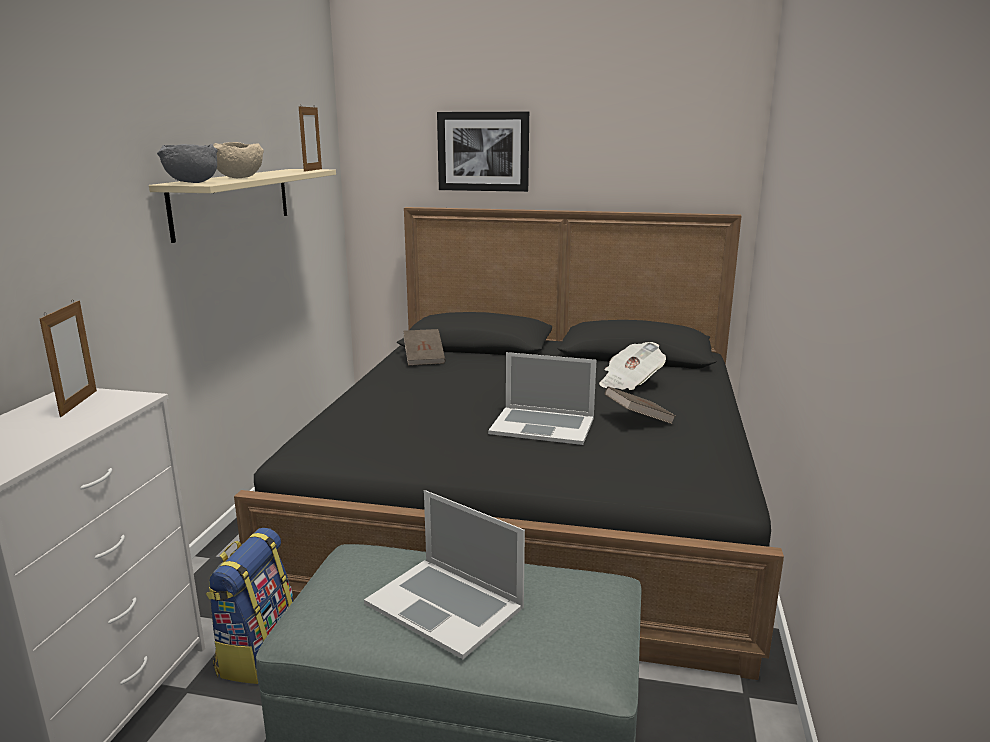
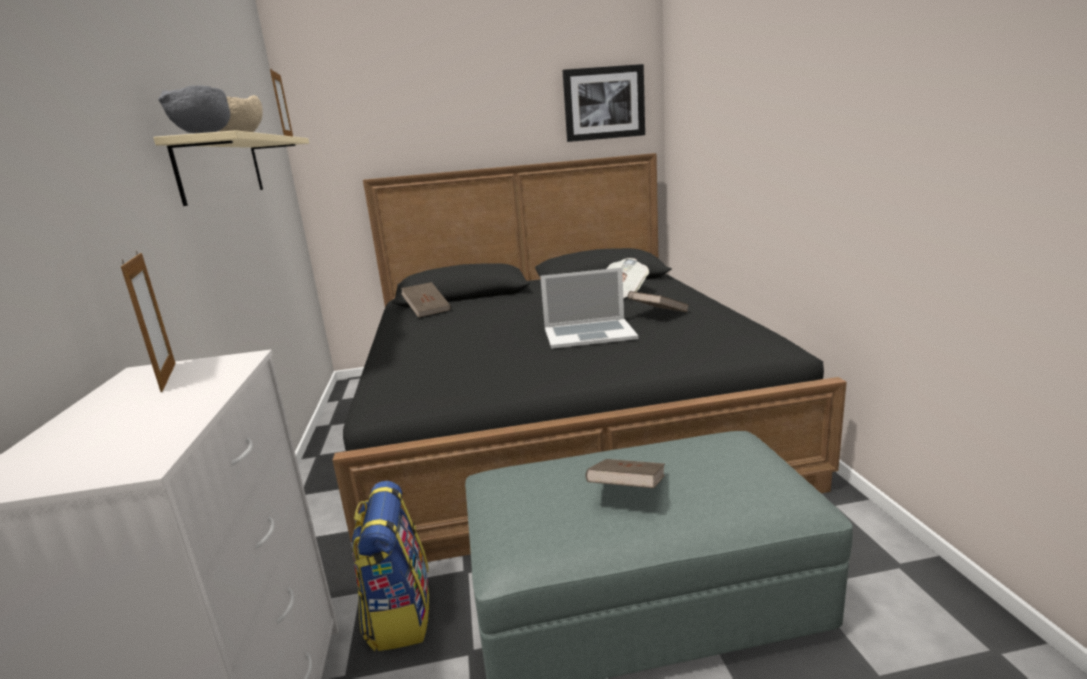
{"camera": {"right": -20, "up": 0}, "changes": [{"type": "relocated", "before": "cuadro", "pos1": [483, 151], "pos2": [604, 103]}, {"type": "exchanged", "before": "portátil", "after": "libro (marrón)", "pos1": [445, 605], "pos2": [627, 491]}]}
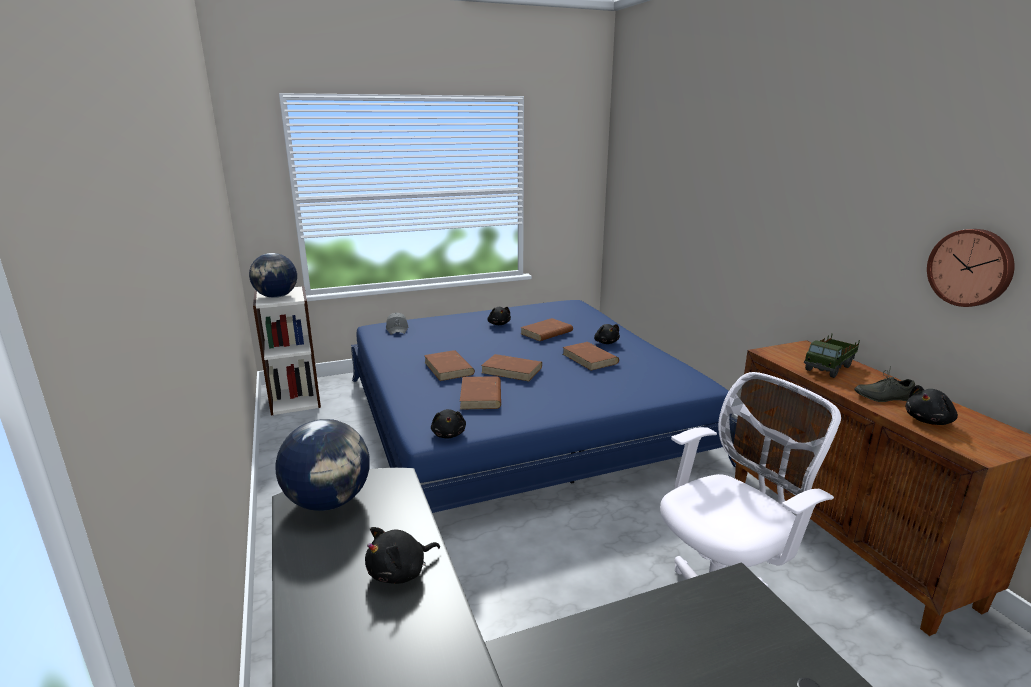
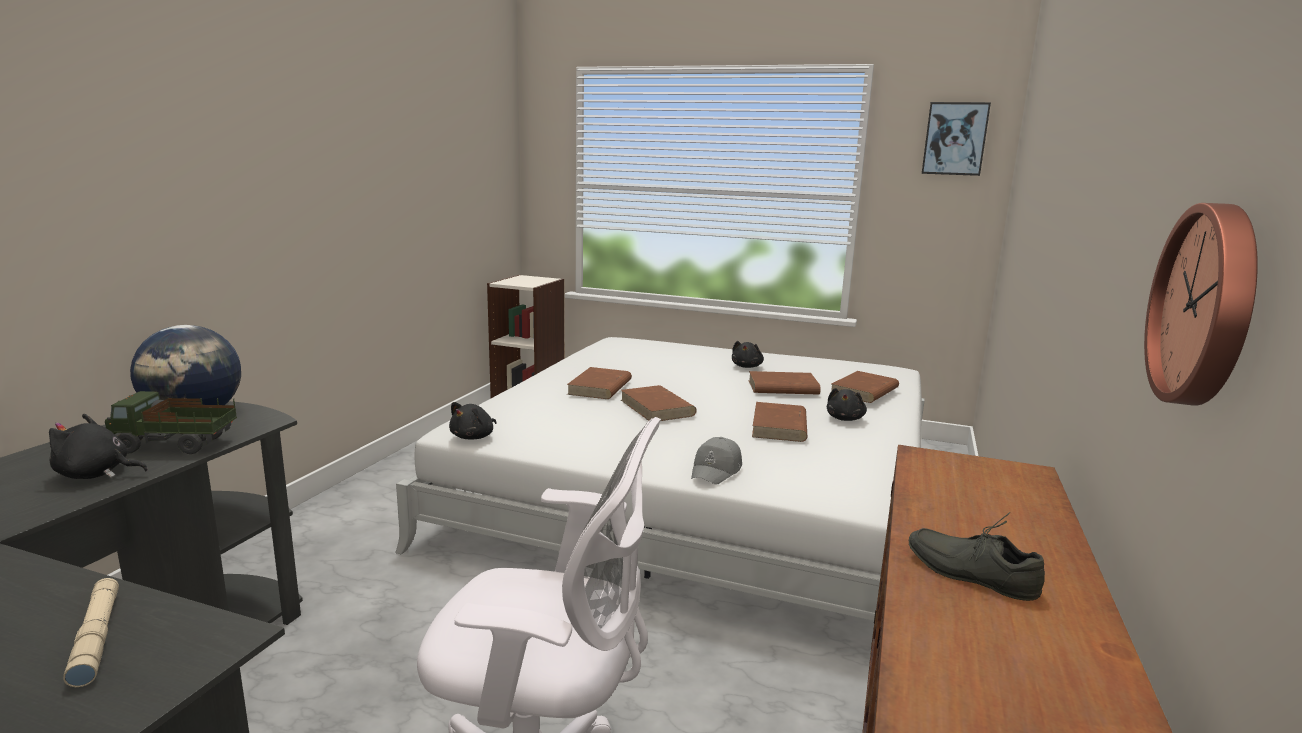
{"camera": {"right": 40, "up": -5}, "changes": [{"type": "missing", "before": "globo terráqueo", "pos1": [277, 297]}, {"type": "missing", "before": "peluche (negro)", "pos1": [929, 421]}, {"type": "appeared", "after": "linterna (beis)", "pos2": [96, 638]}, {"type": "appeared", "after": "cuadro", "pos2": [955, 139]}, {"type": "relocated", "before": "gorra (gris)", "pos1": [397, 329], "pos2": [717, 470]}, {"type": "relocated", "before": "libro (marrón)", "pos1": [481, 396], "pos2": [864, 391]}, {"type": "relocated", "before": "camión de juguete", "pos1": [829, 368], "pos2": [175, 446]}, {"type": "colour", "before": "cama (azul)", "after": "cama (blanco)", "pos1": [518, 418], "pos2": [703, 491]}]}
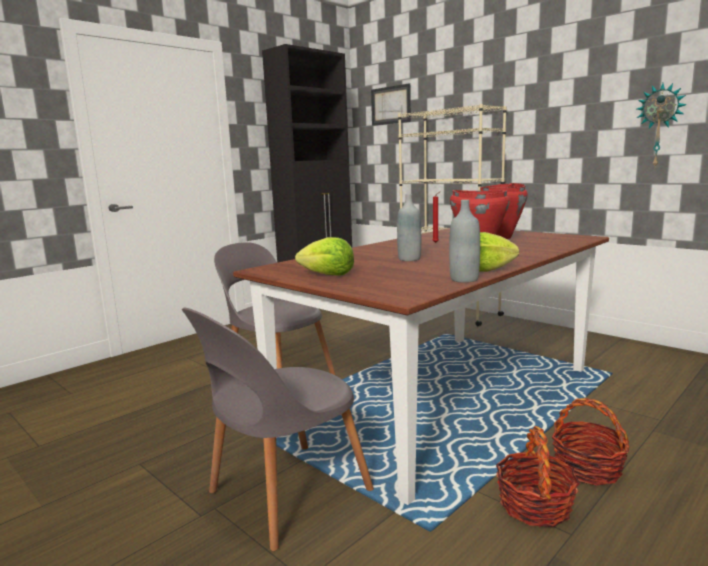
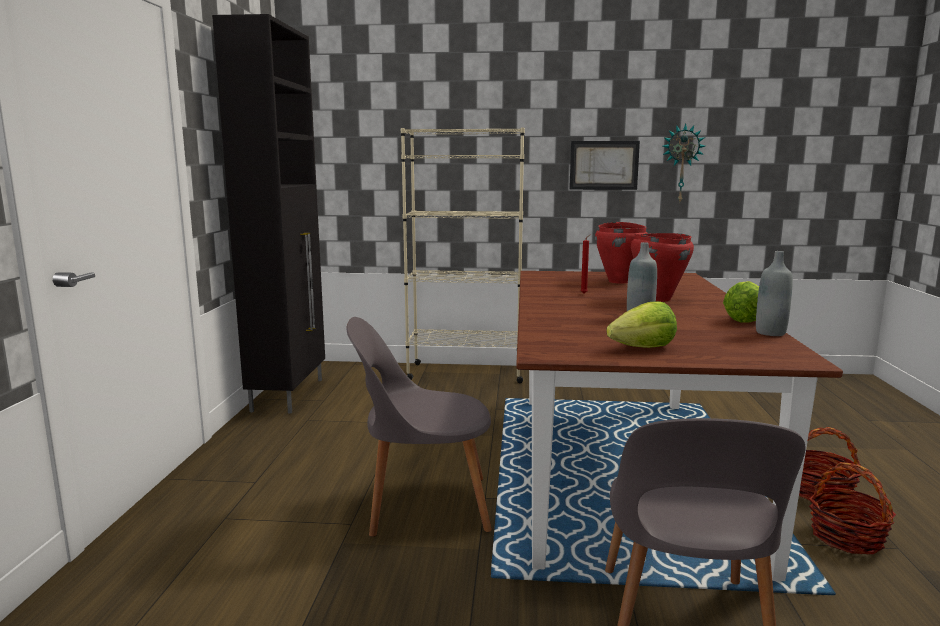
{"camera": {"right": -40, "up": 0}, "changes": [{"type": "relocated", "before": "cuadro", "pos1": [391, 105], "pos2": [603, 165]}]}
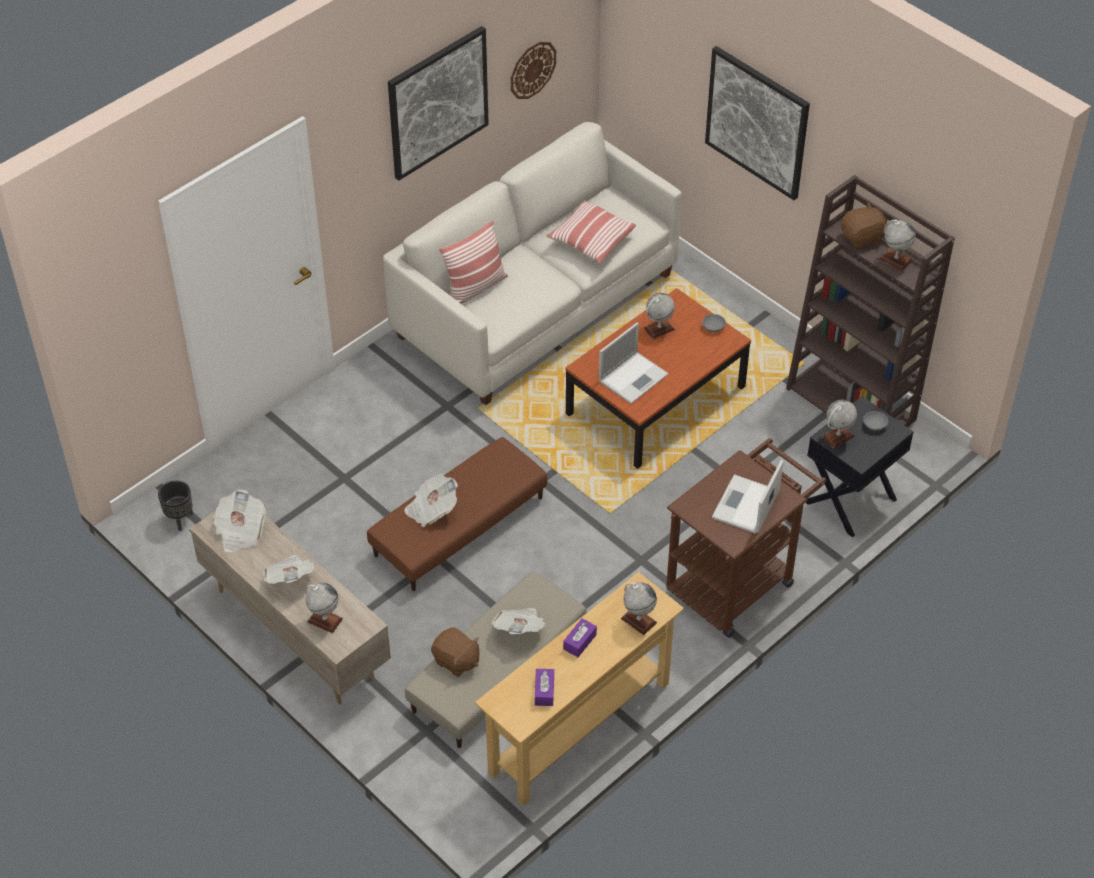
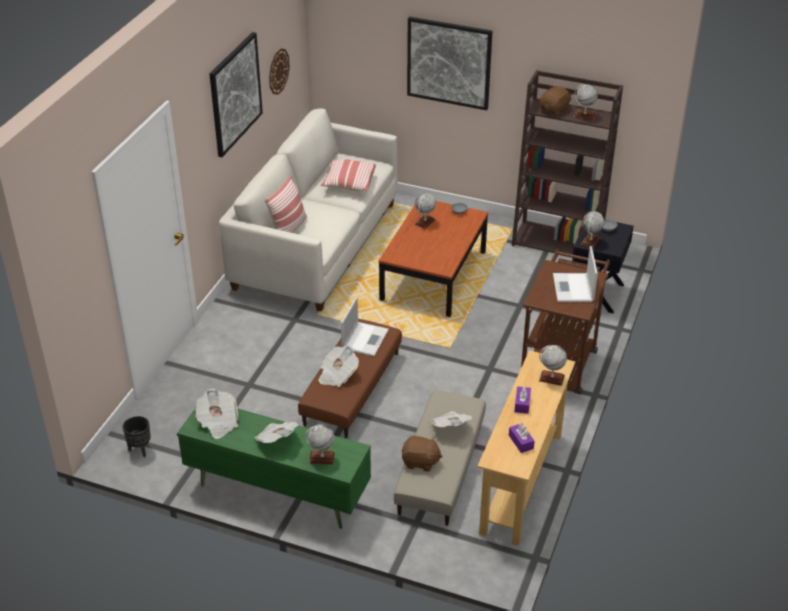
{"camera": {"right": -25, "up": -10}, "changes": [{"type": "relocated", "before": "portátil", "pos1": [634, 377], "pos2": [365, 338]}, {"type": "colour", "before": "mueble de televisión (beis)", "after": "mueble de televisión (verde)", "pos1": [296, 633], "pos2": [278, 494]}]}
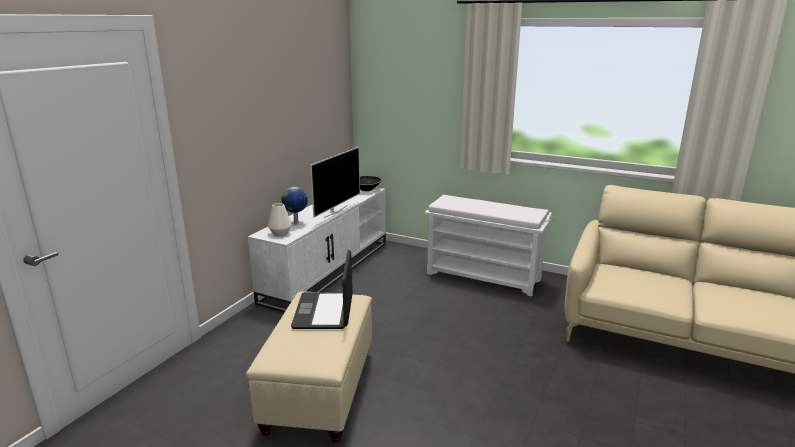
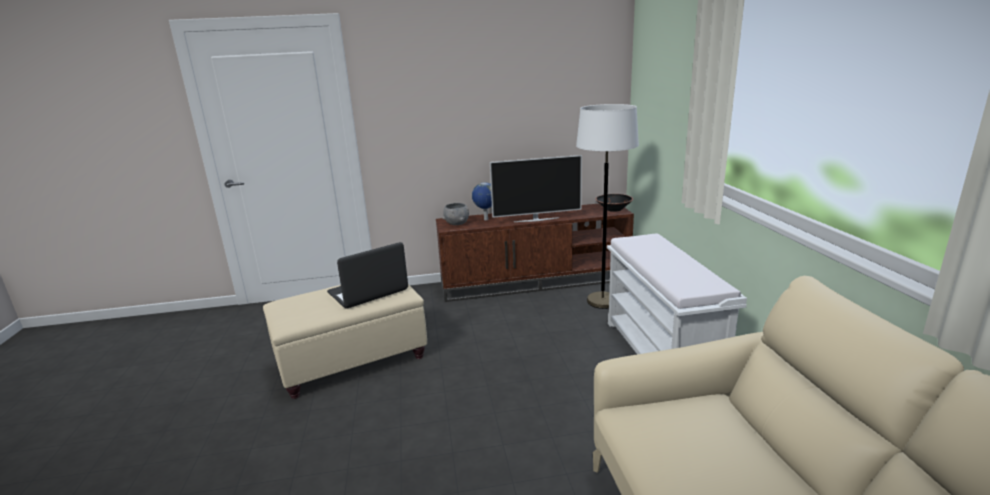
{"camera": {"right": 55, "up": 0}, "changes": [{"type": "appeared", "after": "lámpara de pie (blanco)", "pos2": [602, 301]}, {"type": "exchanged", "before": "florero (blanco)", "after": "cuenco (gris)", "pos1": [280, 233], "pos2": [456, 223]}, {"type": "colour", "before": "mueble de televisión (blanco)", "after": "mueble de televisión (marrón)", "pos1": [327, 270], "pos2": [535, 281]}]}
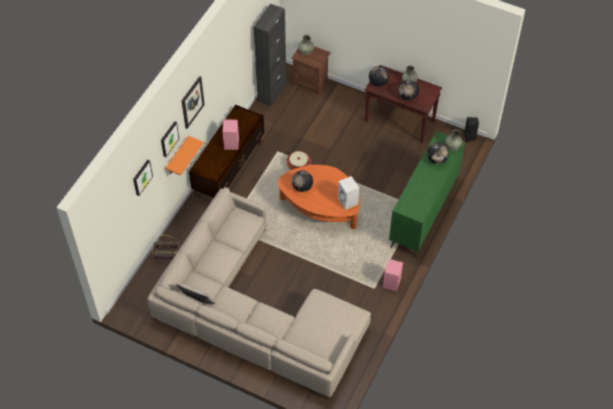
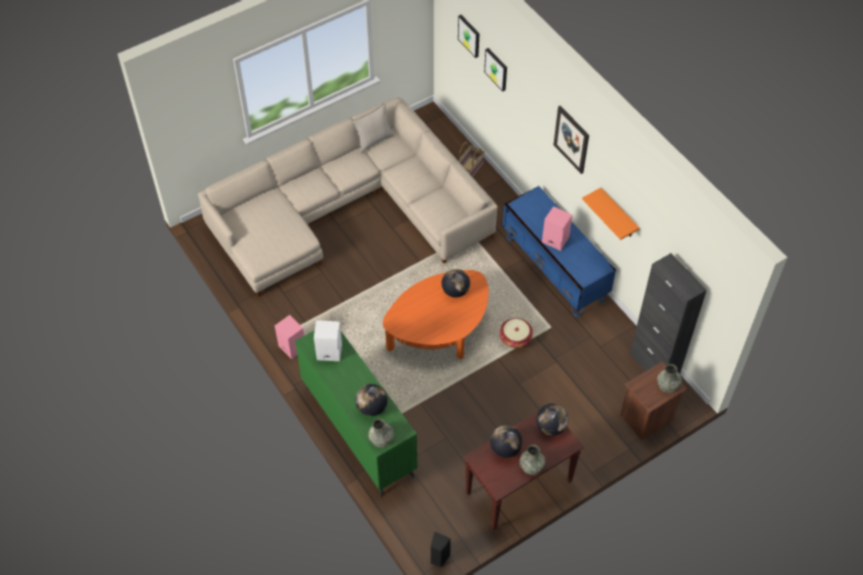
{"camera": {"right": 120, "up": 0}, "changes": [{"type": "relocated", "before": "cuadro", "pos1": [169, 138], "pos2": [469, 35]}, {"type": "relocated", "before": "estante (naranja)", "pos1": [177, 156], "pos2": [618, 214]}, {"type": "relocated", "before": "altavoz (blanco)", "pos1": [348, 201], "pos2": [328, 352]}, {"type": "colour", "before": "mueble de televisión (marrón)", "after": "mueble de televisión (azul)", "pos1": [229, 168], "pos2": [554, 269]}]}
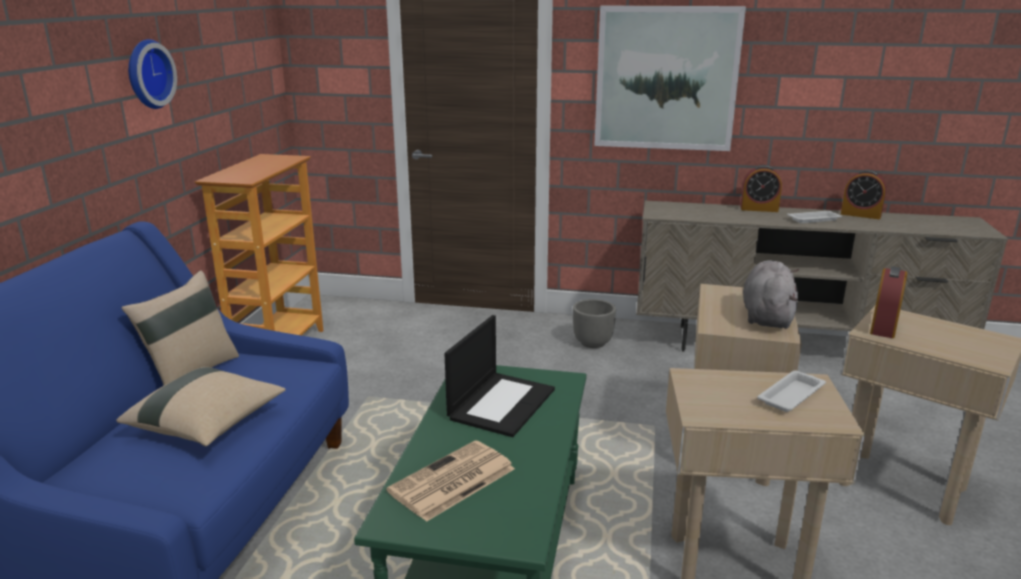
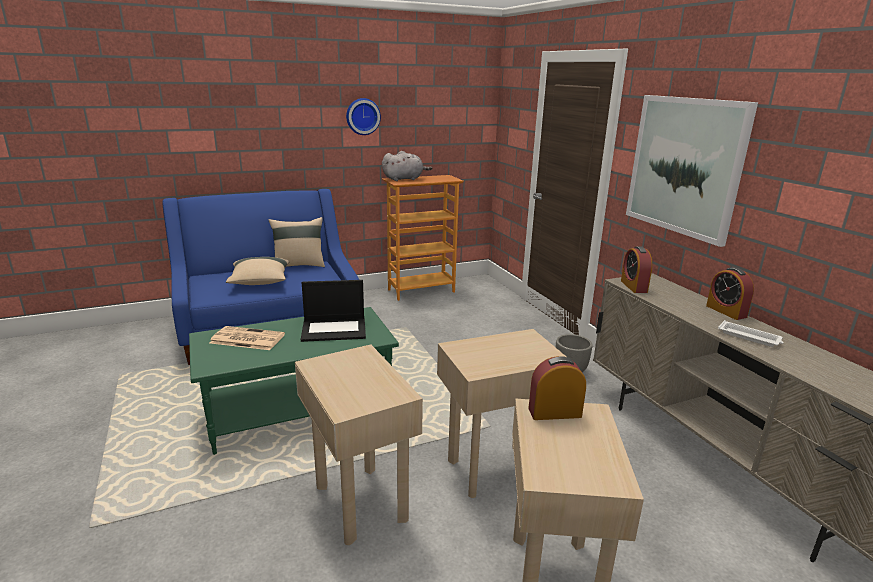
{"camera": {"right": 55, "up": 0}, "changes": [{"type": "missing", "before": "bandeja (blanco)", "pos1": [792, 395]}, {"type": "relocated", "before": "peluche (gris)", "pos1": [767, 316], "pos2": [404, 179]}, {"type": "relocated", "before": "despertador", "pos1": [860, 215], "pos2": [634, 286]}]}
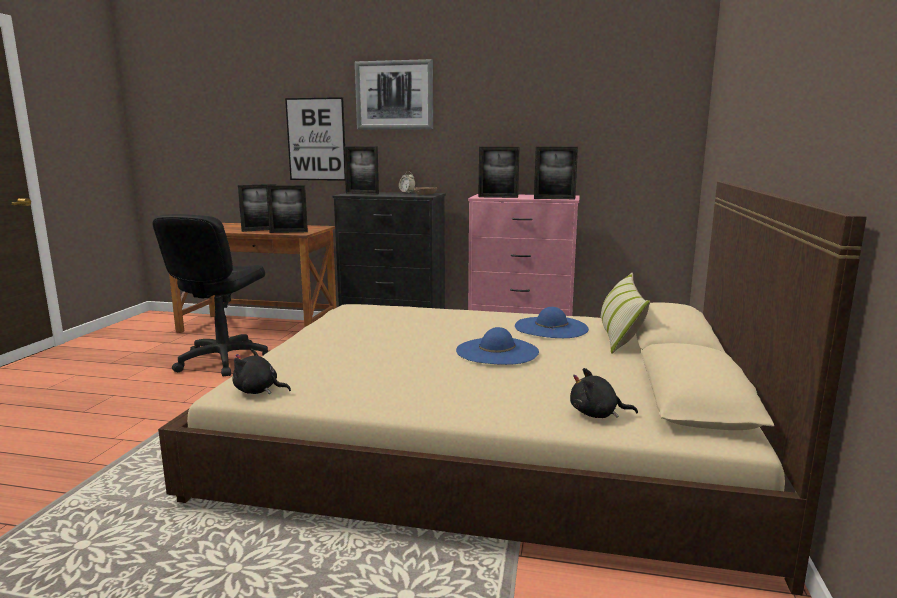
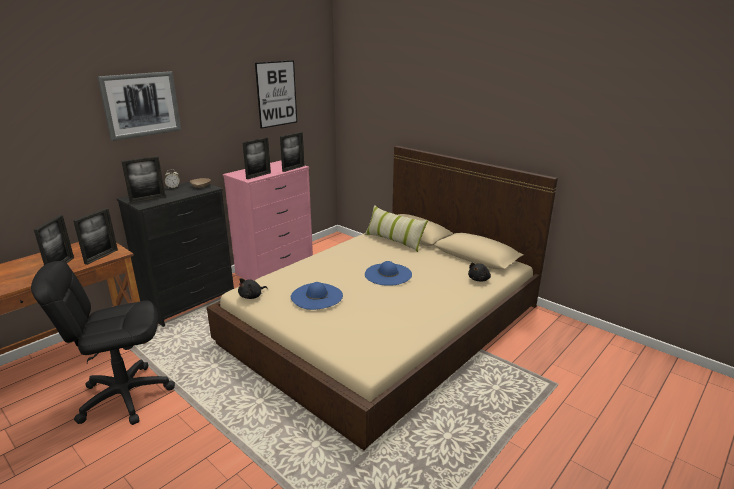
{"camera": {"right": -60, "up": 10}, "changes": [{"type": "relocated", "before": "peluche (negro)", "pos1": [258, 391], "pos2": [252, 296]}, {"type": "relocated", "before": "cuadro", "pos1": [316, 139], "pos2": [276, 94]}, {"type": "relocated", "before": "sombrero (azul)", "pos1": [551, 327], "pos2": [316, 296]}, {"type": "spun", "before": "silla de oficina (negro)", "pos1": [223, 360], "pos2": [125, 396], "turn": 120}]}
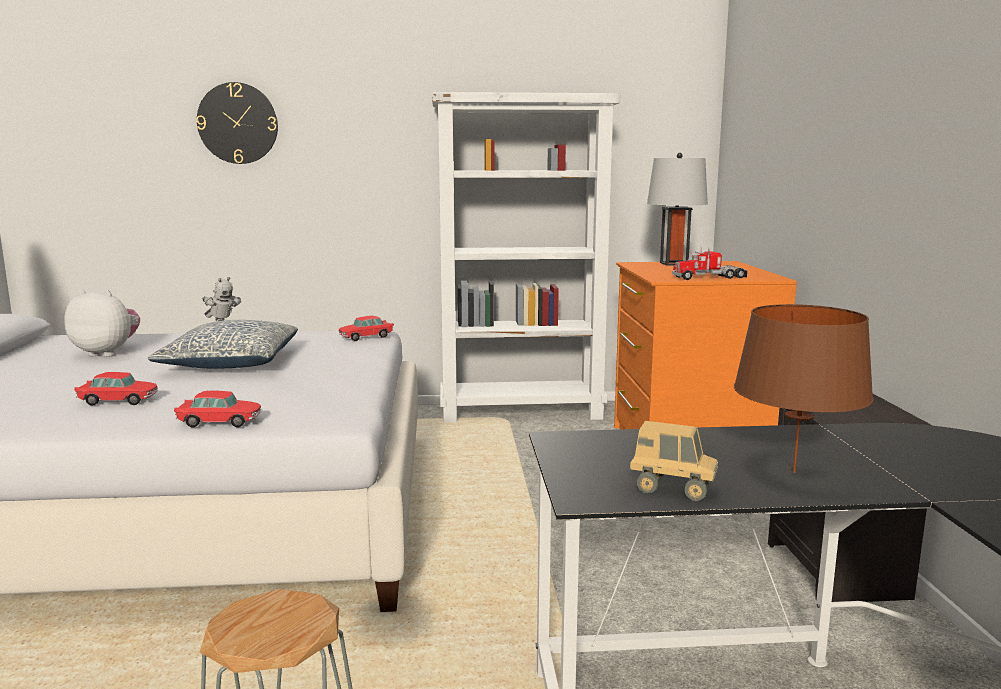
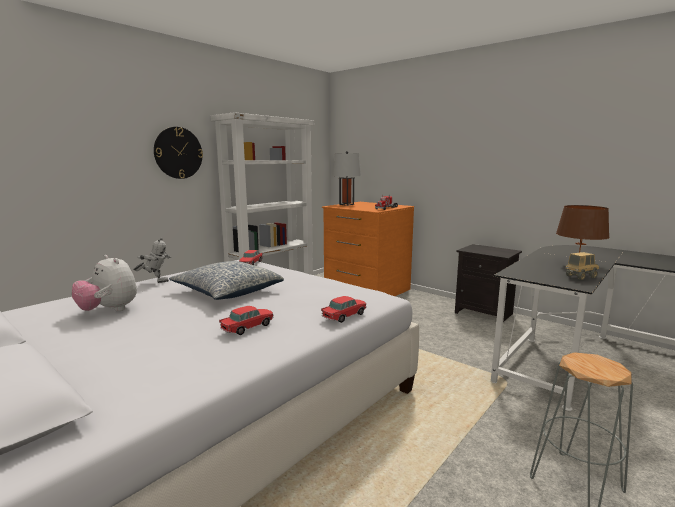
{"camera": {"right": -45, "up": 0}, "changes": [{"type": "relocated", "before": "reloj de pared", "pos1": [238, 123], "pos2": [178, 153]}, {"type": "spun", "before": "peluche", "pos1": [107, 353], "pos2": [109, 310], "turn": -105}]}
